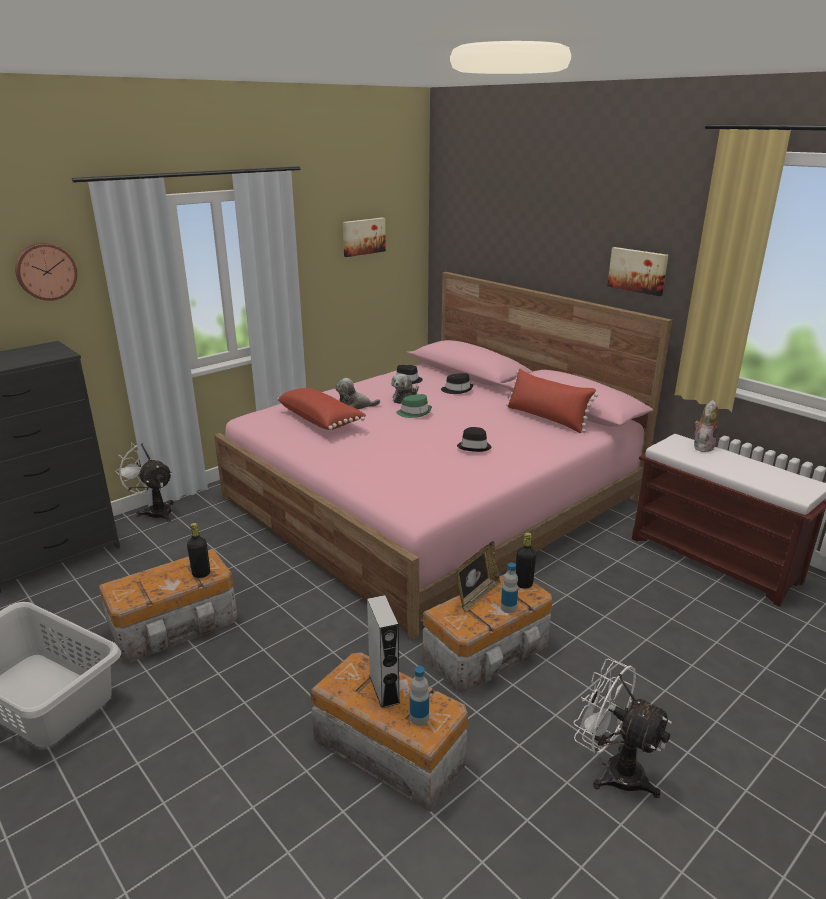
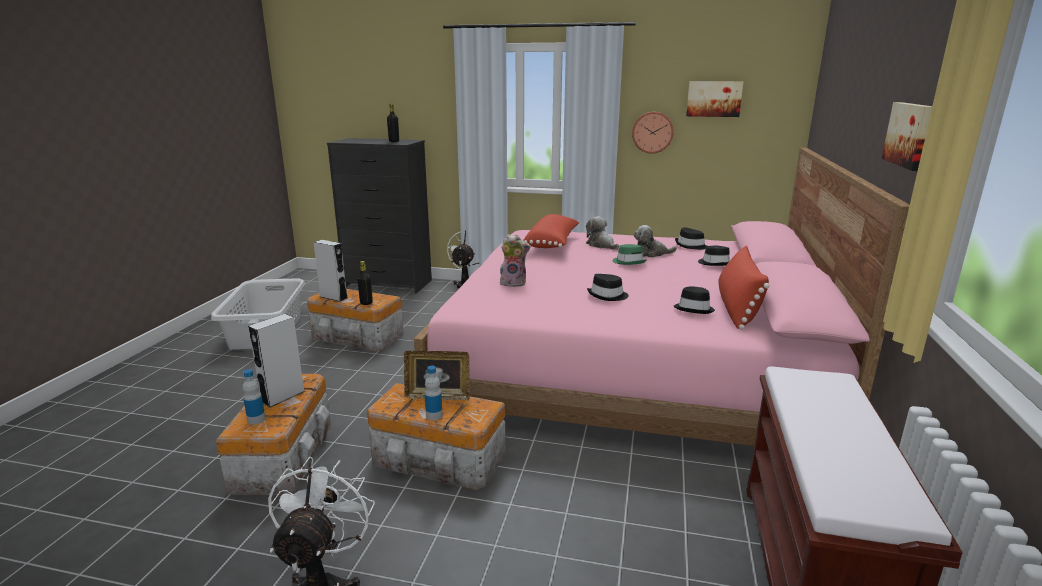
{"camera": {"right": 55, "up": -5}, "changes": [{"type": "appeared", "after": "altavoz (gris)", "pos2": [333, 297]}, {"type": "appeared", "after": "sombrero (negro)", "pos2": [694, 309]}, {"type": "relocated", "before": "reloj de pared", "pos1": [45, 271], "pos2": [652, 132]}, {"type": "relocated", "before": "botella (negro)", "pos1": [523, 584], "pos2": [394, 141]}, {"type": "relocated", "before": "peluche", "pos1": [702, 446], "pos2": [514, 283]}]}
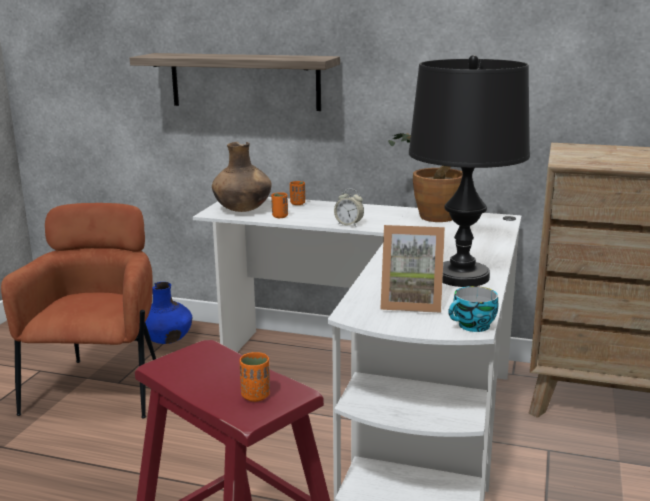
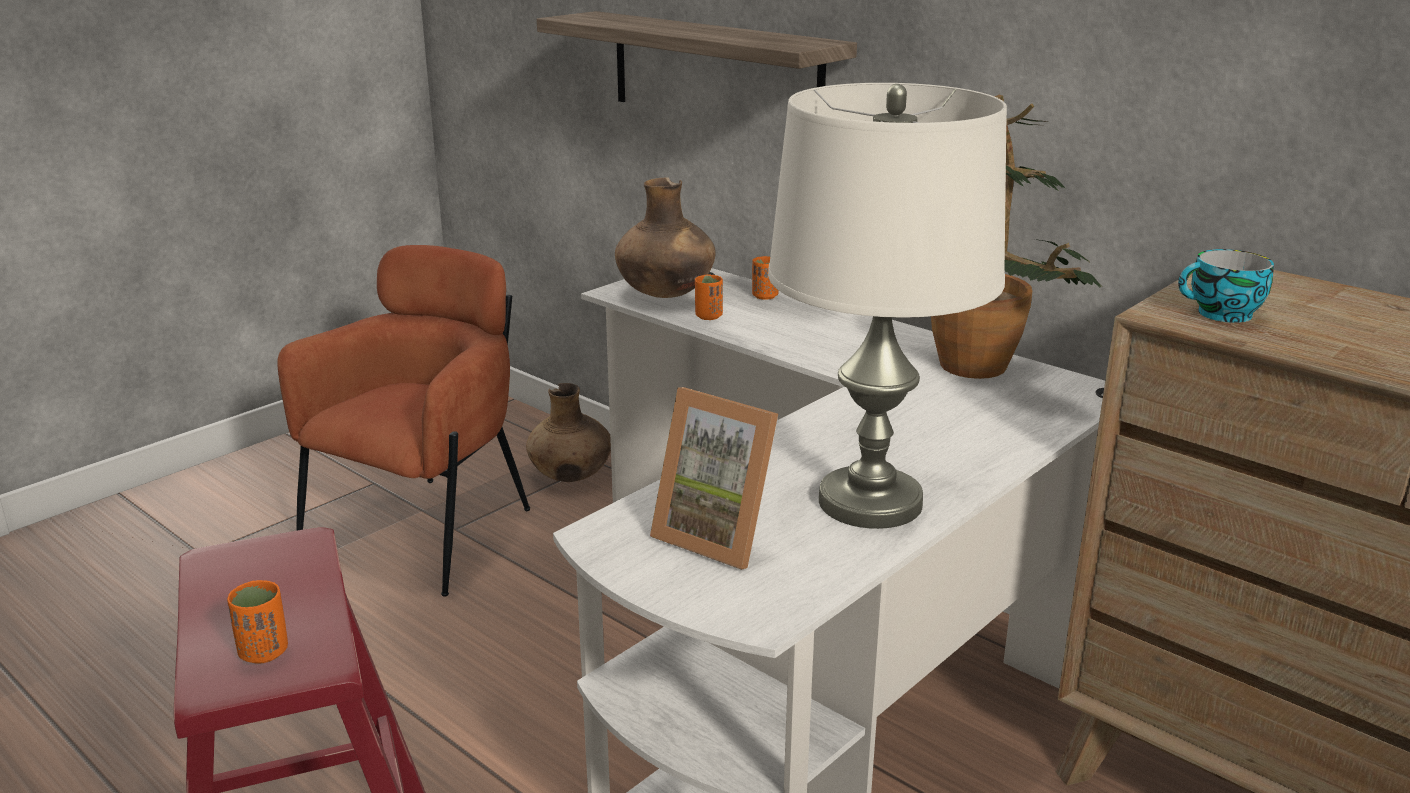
{"camera": {"right": 25, "up": 5}, "changes": [{"type": "missing", "before": "despertador", "pos1": [349, 224]}, {"type": "relocated", "before": "taza", "pos1": [473, 326], "pos2": [1221, 315]}, {"type": "colour", "before": "florero (azul)", "after": "florero (marrón)", "pos1": [167, 340], "pos2": [571, 476]}, {"type": "colour", "before": "lámpara de mesa (negro)", "after": "lámpara de mesa (blanco)", "pos1": [461, 276], "pos2": [870, 502]}]}
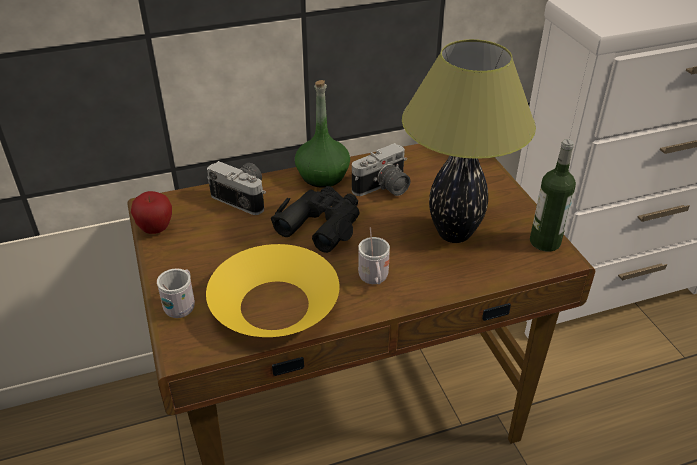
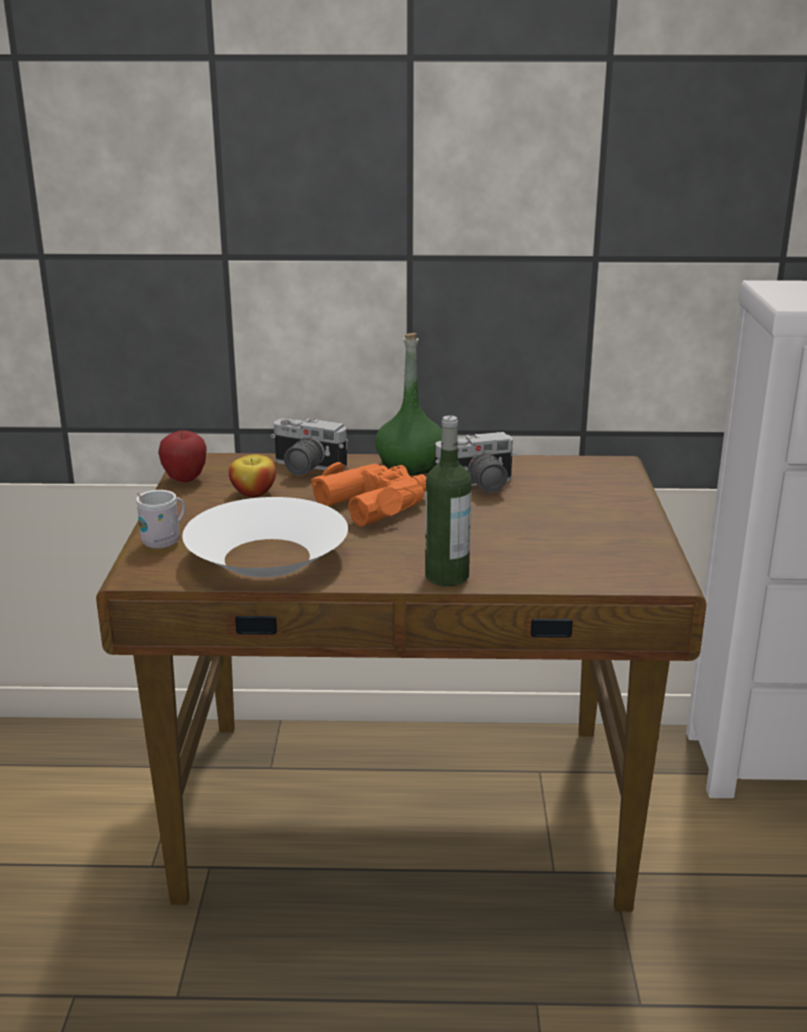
{"camera": {"right": 20, "up": -15}, "changes": [{"type": "missing", "before": "taza grande (blanco)", "pos1": [374, 280]}, {"type": "missing", "before": "lámpara de mesa", "pos1": [455, 234]}, {"type": "appeared", "after": "manzana", "pos2": [253, 493]}, {"type": "relocated", "before": "botella", "pos1": [545, 242], "pos2": [447, 576]}, {"type": "colour", "before": "cuenco (amarillo)", "after": "cuenco (blanco)", "pos1": [274, 305], "pos2": [266, 557]}, {"type": "colour", "before": "prismáticos (negro)", "after": "prismáticos (naranja)", "pos1": [321, 224], "pos2": [375, 503]}, {"type": "spun", "before": "cámara", "pos1": [245, 196], "pos2": [304, 469], "turn": 150}]}
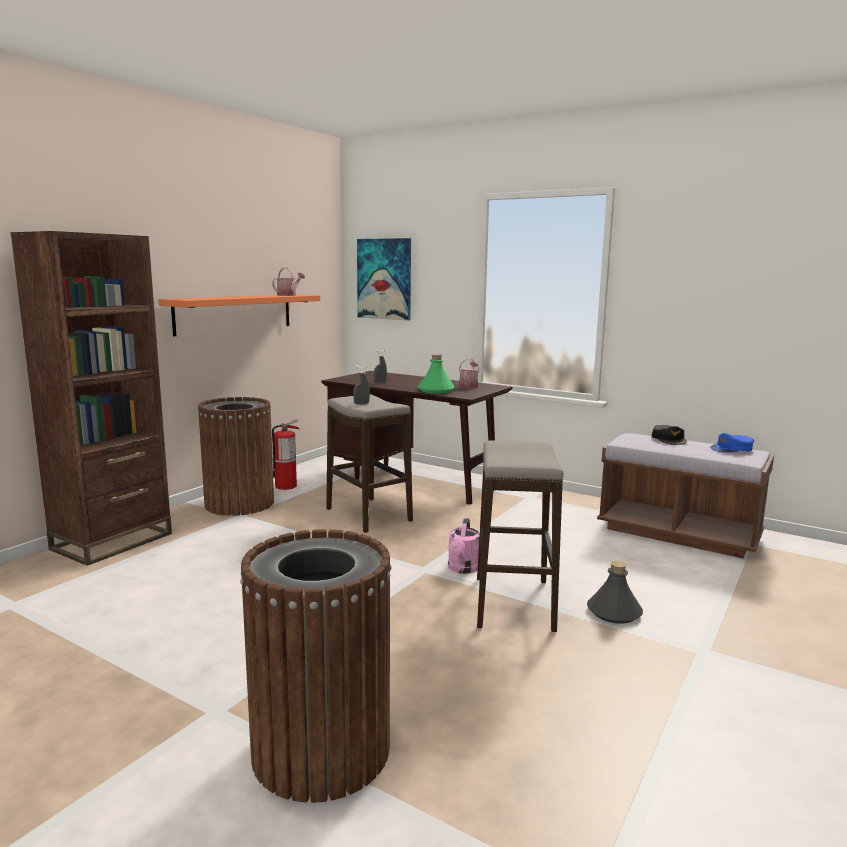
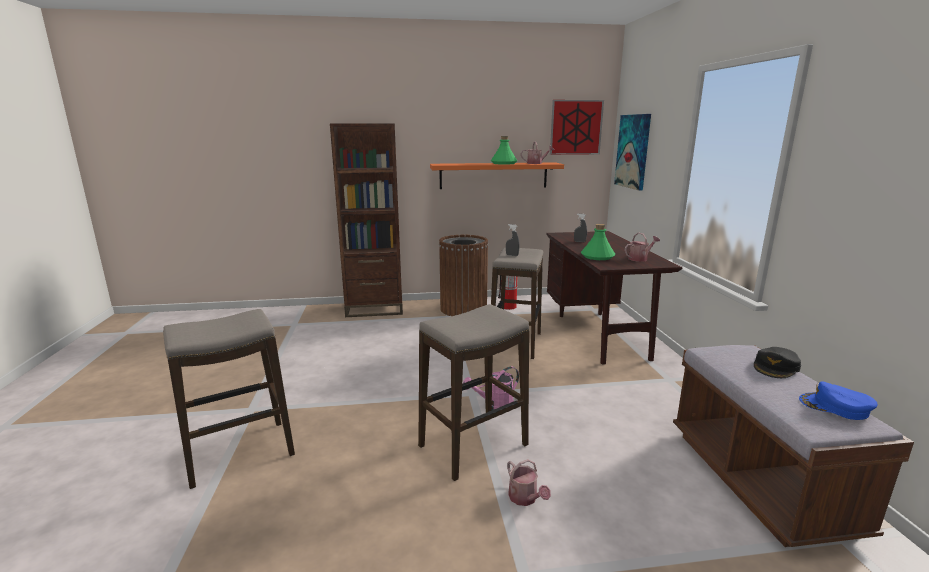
{"camera": {"right": 50, "up": 5}, "changes": [{"type": "appeared", "after": "botella (verde)", "pos2": [503, 163]}, {"type": "appeared", "after": "cuadro", "pos2": [576, 127]}, {"type": "exchanged", "before": "papelera (marrón)", "after": "taburete", "pos1": [321, 750], "pos2": [239, 453]}, {"type": "exchanged", "before": "botella (gris)", "after": "regadera", "pos1": [614, 612], "pos2": [525, 498]}]}
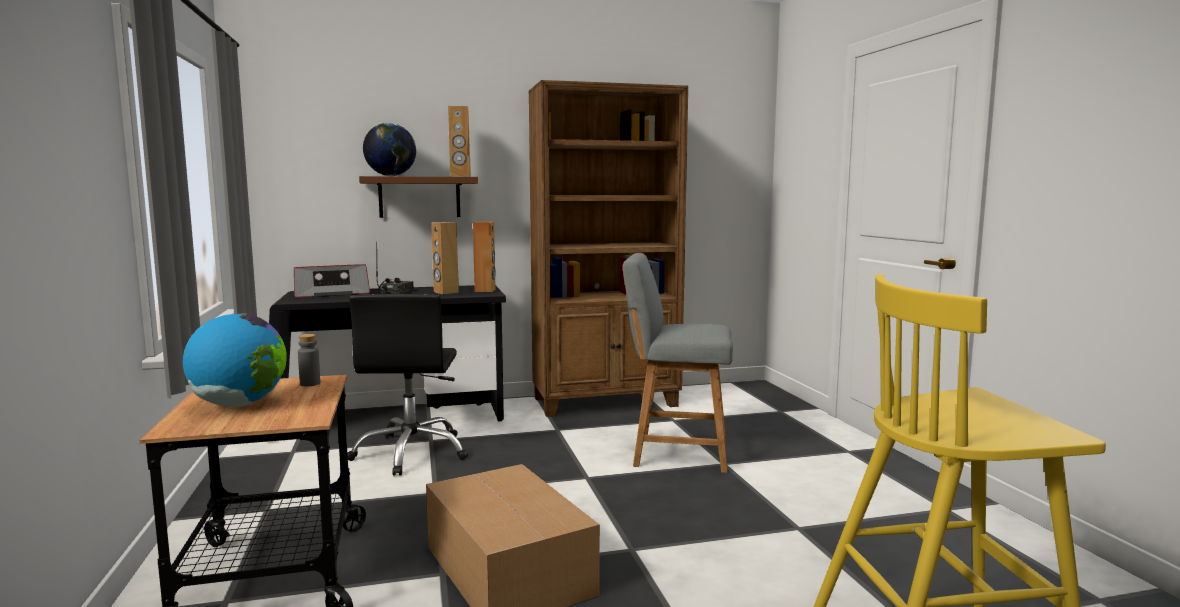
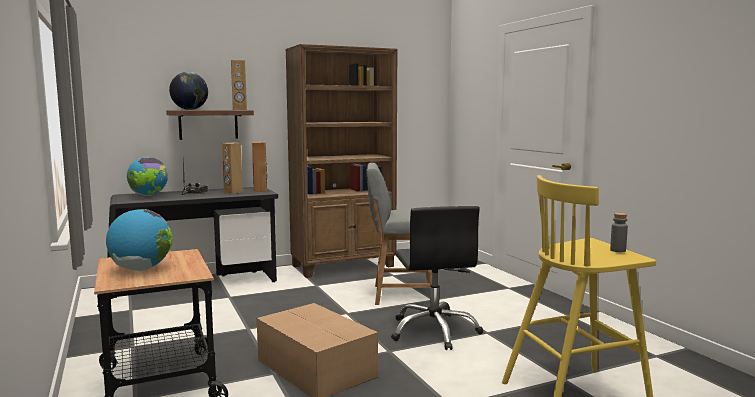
{"camera": {"right": -10, "up": 0}, "changes": [{"type": "relocated", "before": "botella (gris)", "pos1": [310, 384], "pos2": [618, 250]}, {"type": "relocated", "before": "silla de oficina (negro)", "pos1": [411, 452], "pos2": [434, 331]}, {"type": "exchanged", "before": "radio", "after": "globo terráqueo", "pos1": [331, 293], "pos2": [148, 195]}]}
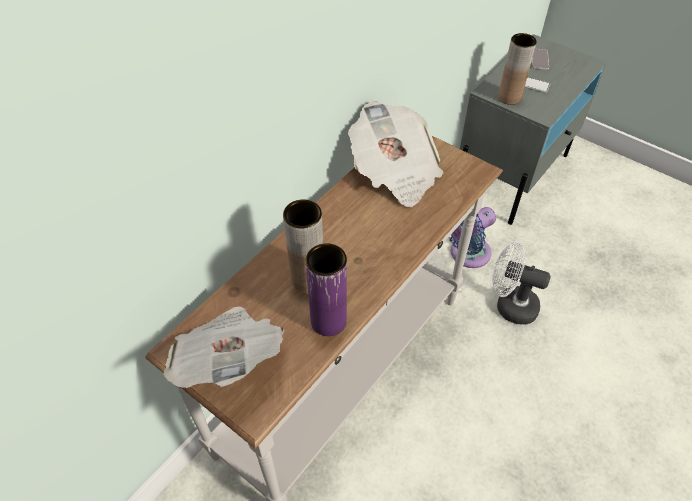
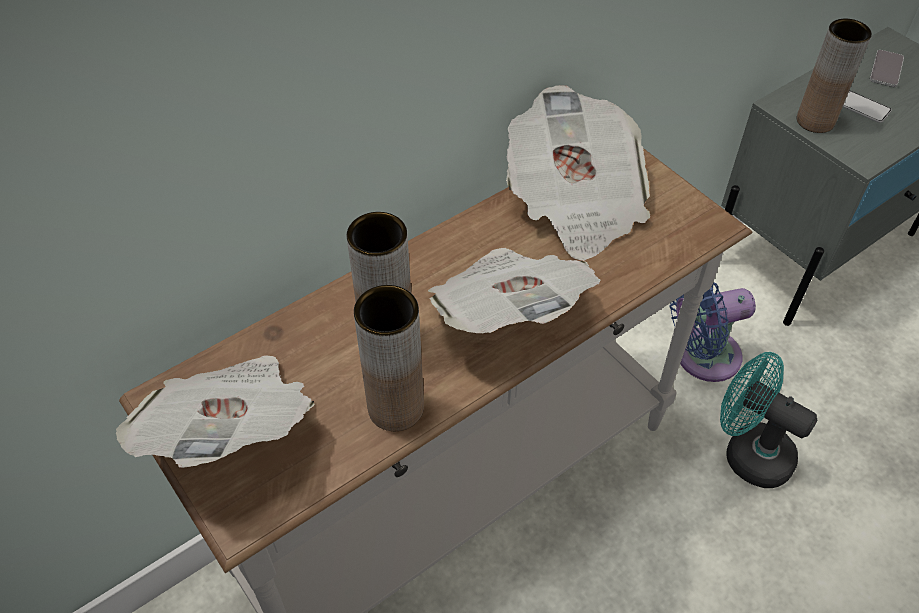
{"camera": {"right": 15, "up": 0}, "changes": [{"type": "appeared", "after": "periódico", "pos2": [508, 314]}, {"type": "colour", "before": "florero (morado)", "after": "florero (marrón)", "pos1": [328, 321], "pos2": [396, 408]}, {"type": "colour", "before": "ventilador (blanco)", "after": "ventilador (turquesa)", "pos1": [509, 305], "pos2": [748, 452]}]}
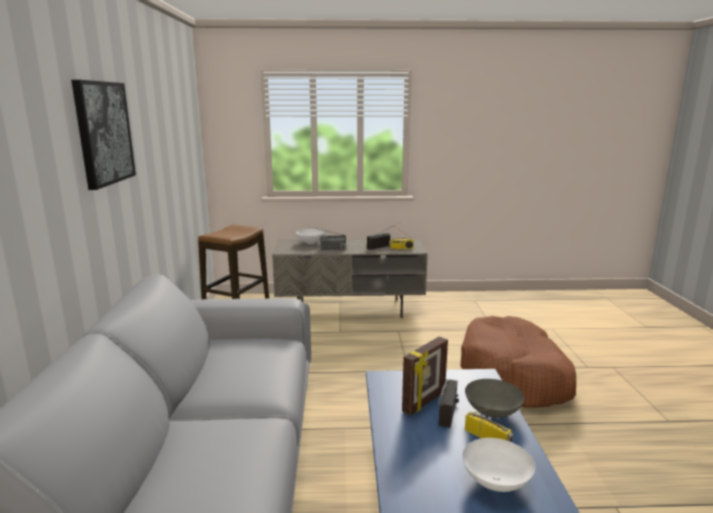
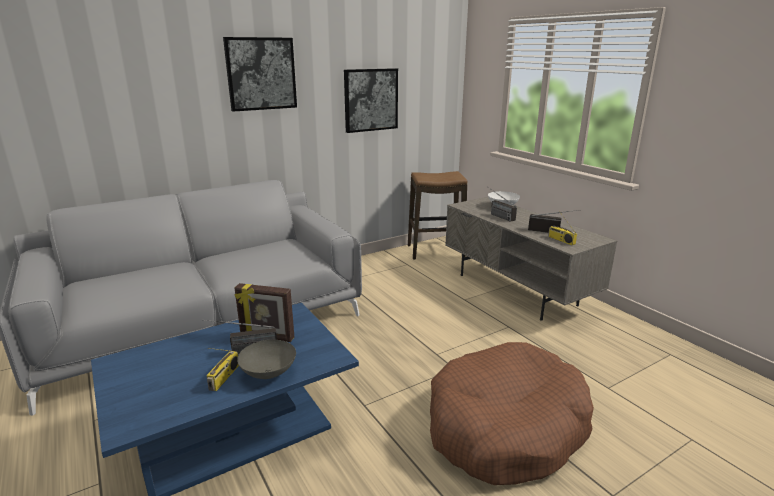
{"camera": {"right": 60, "up": 5}, "changes": [{"type": "missing", "before": "cuenco (blanco)", "pos1": [495, 482]}, {"type": "appeared", "after": "cuadro", "pos2": [370, 100]}]}
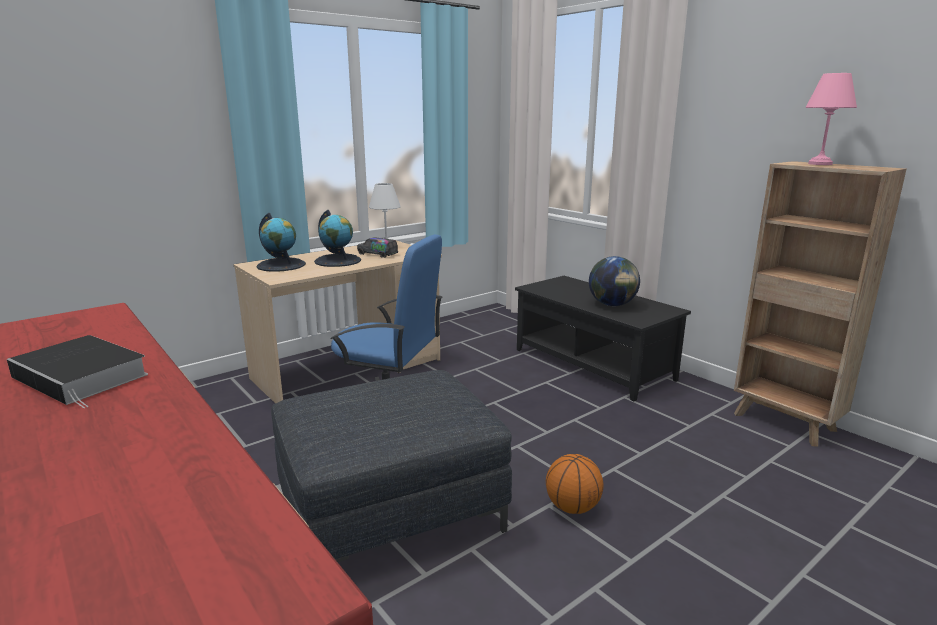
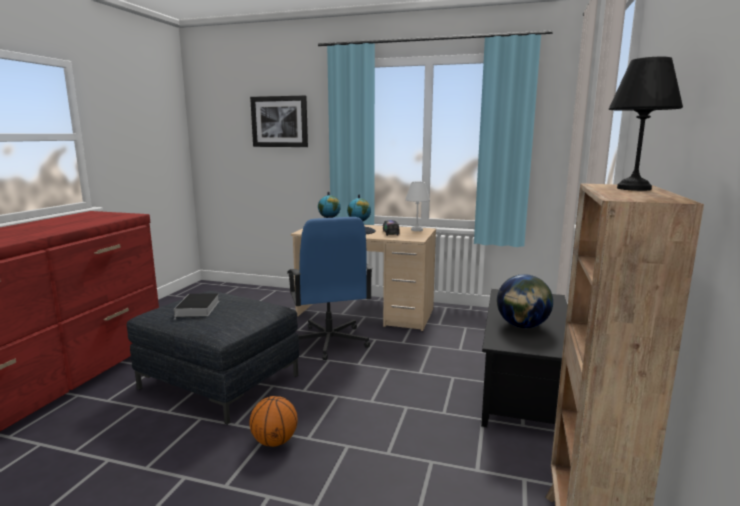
{"camera": {"right": 55, "up": -5}, "changes": [{"type": "appeared", "after": "cuadro", "pos2": [279, 121]}, {"type": "relocated", "before": "libro", "pos1": [84, 376], "pos2": [198, 309]}, {"type": "colour", "before": "lámpara de mesa (rosa)", "after": "lámpara de mesa (negro)", "pos1": [821, 164], "pos2": [633, 189]}]}
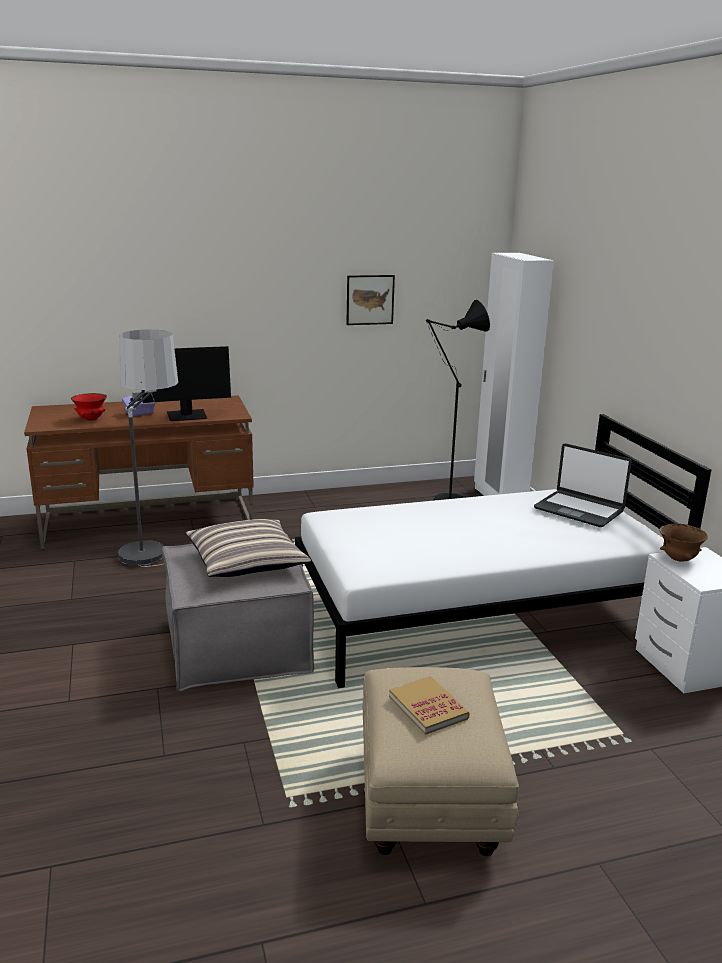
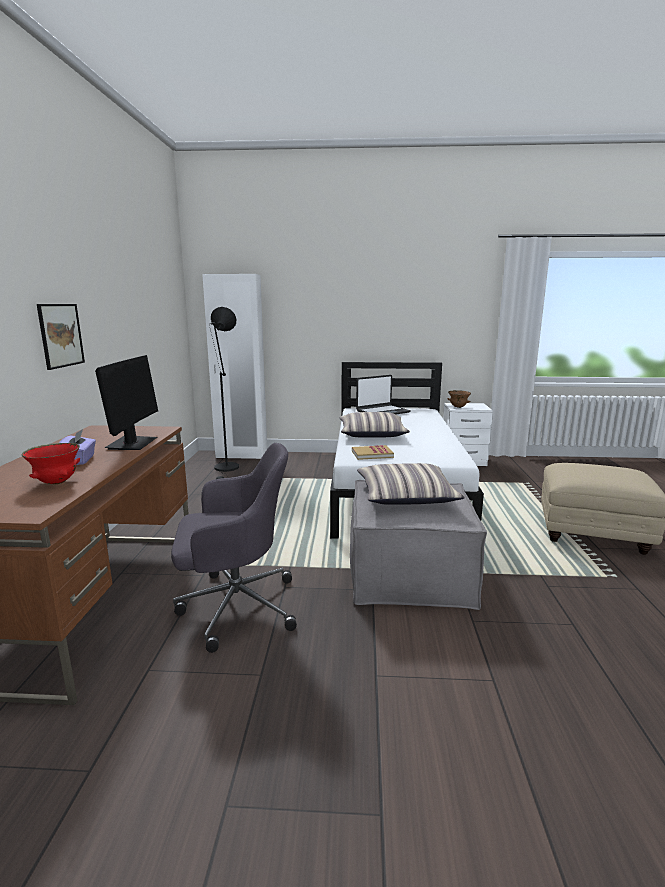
{"camera": {"right": -70, "up": -5}, "changes": [{"type": "appeared", "after": "cojín", "pos2": [372, 434]}, {"type": "relocated", "before": "cuadro", "pos1": [370, 299], "pos2": [61, 335]}, {"type": "relocated", "before": "libro", "pos1": [428, 707], "pos2": [372, 454]}, {"type": "exchanged", "before": "lámpara de pie", "after": "silla de oficina (gris)", "pos1": [154, 571], "pos2": [235, 606]}]}
